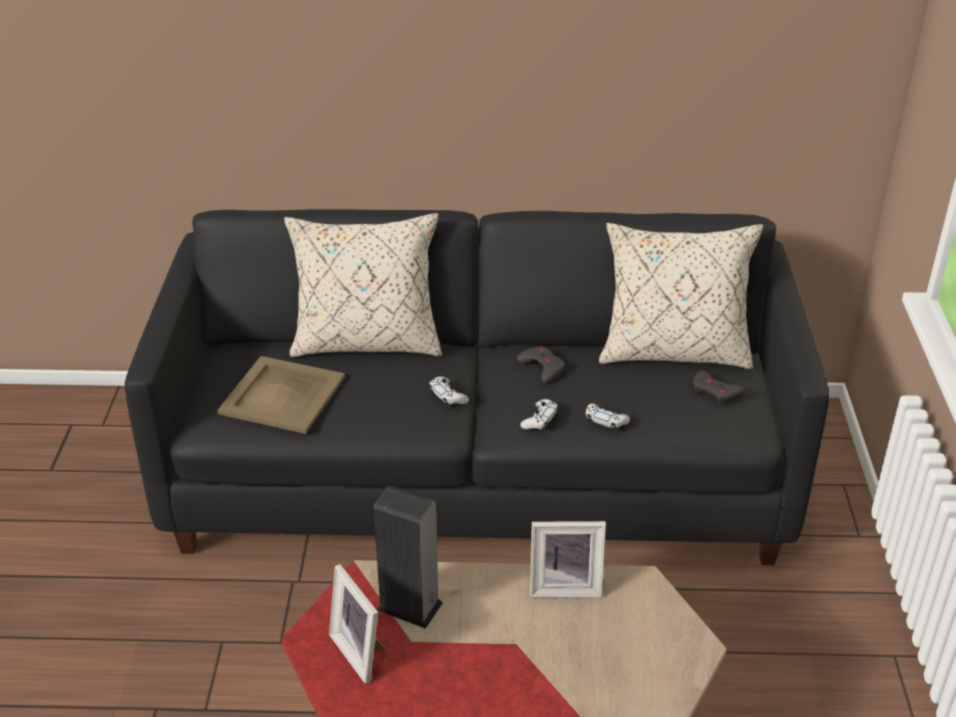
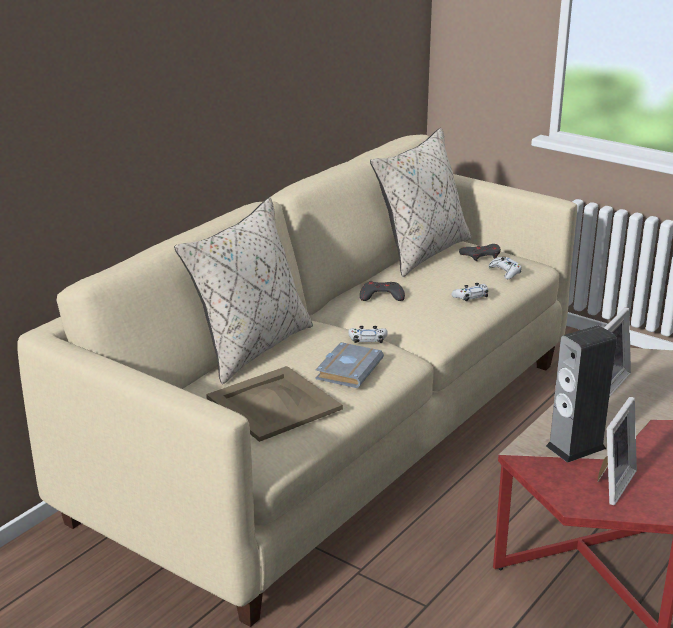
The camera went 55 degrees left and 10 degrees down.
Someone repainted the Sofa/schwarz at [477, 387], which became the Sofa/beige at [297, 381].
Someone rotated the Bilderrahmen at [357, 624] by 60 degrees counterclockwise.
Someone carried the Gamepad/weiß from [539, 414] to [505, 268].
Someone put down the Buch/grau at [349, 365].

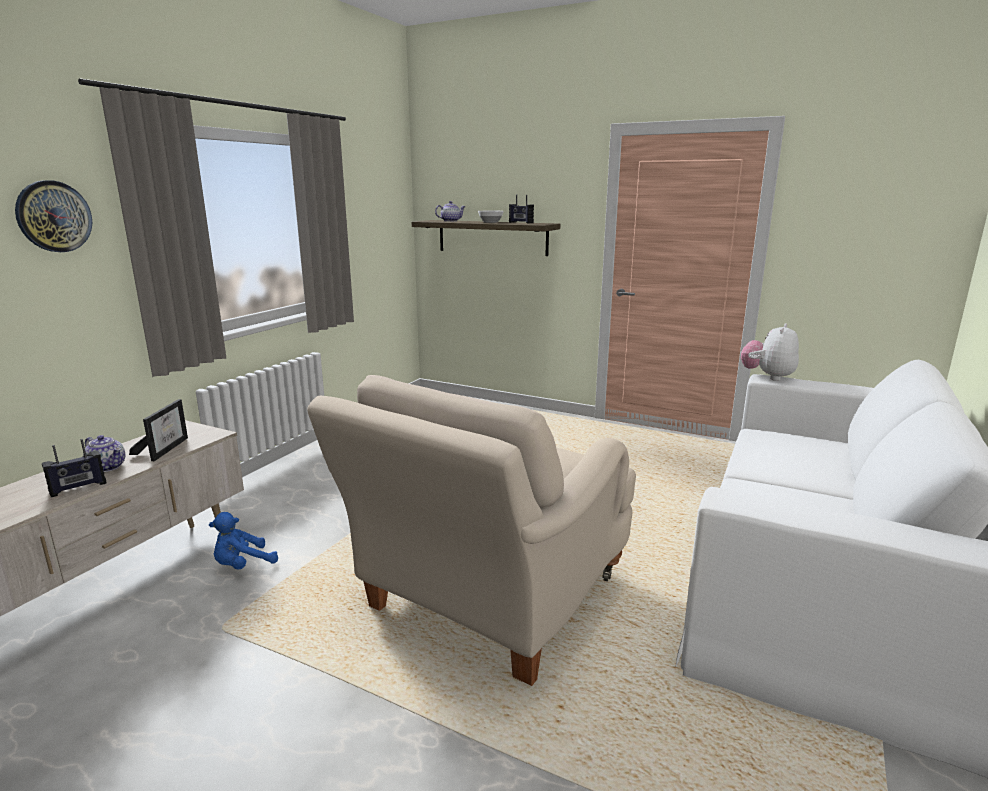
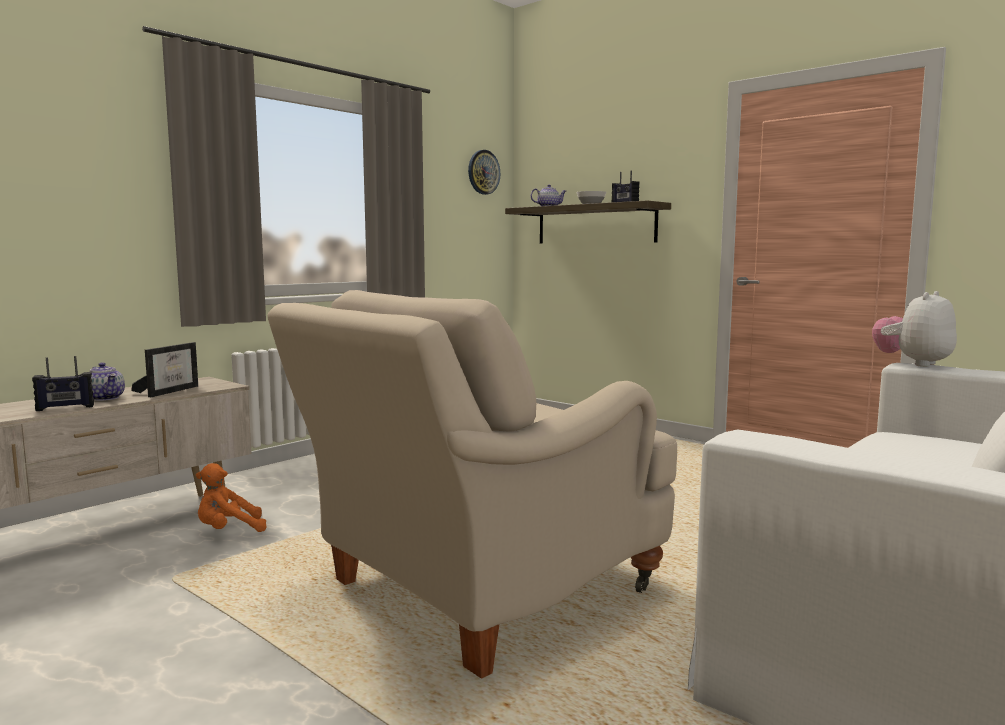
The camera went 15 degrees right and 10 degrees down.
Someone carried the Wanduhr from [53, 216] to [484, 172].
Someone repainted the Plüschtier/blau at [243, 541], which became the Plüschtier/orange at [231, 497].

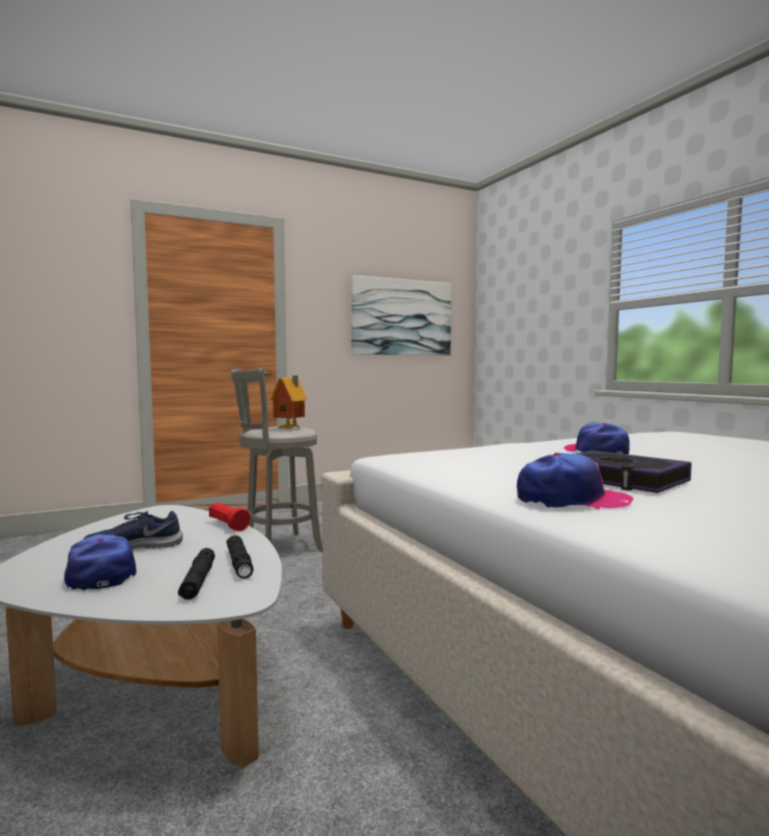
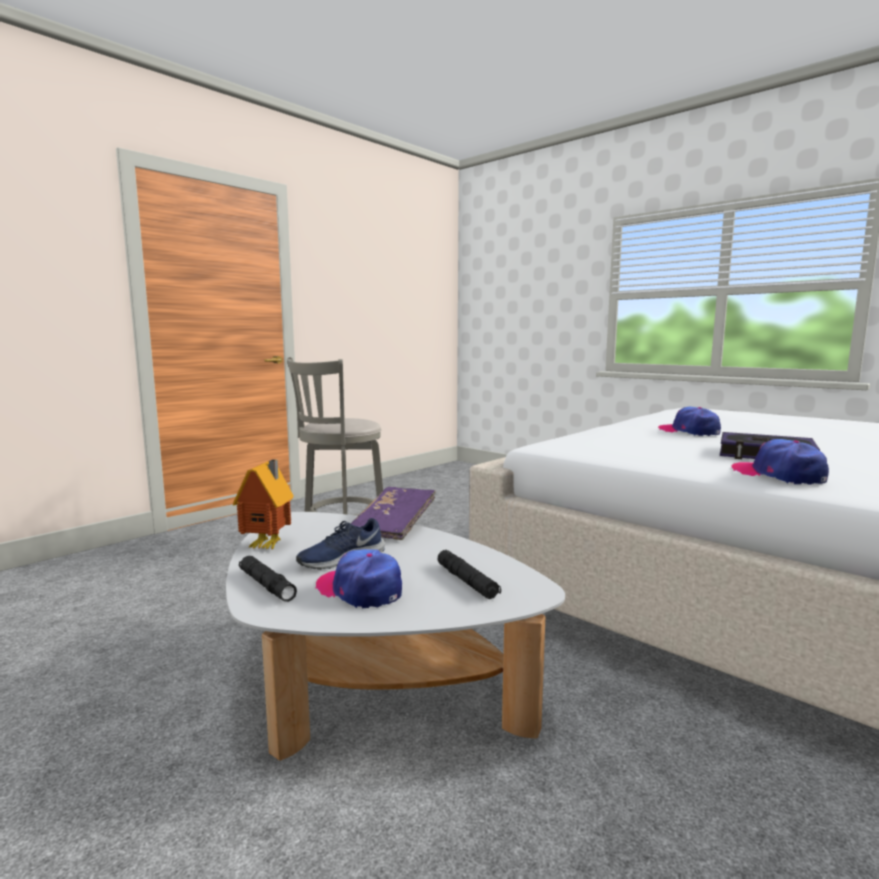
The camera went 20 degrees left and 5 degrees up.
Someone swapped the Taschenlampe/rot at [230, 517] for the Buch/lila at [393, 513].
Someone carried the Taschenlampe/schwarz from [240, 557] to [268, 579].
Someone carried the Spielzeughaus from [289, 402] to [263, 504].
Someone took away the Bild at [401, 315].
Someone rotated the Kappe at [575, 481] by 105 degrees counterclockwise.

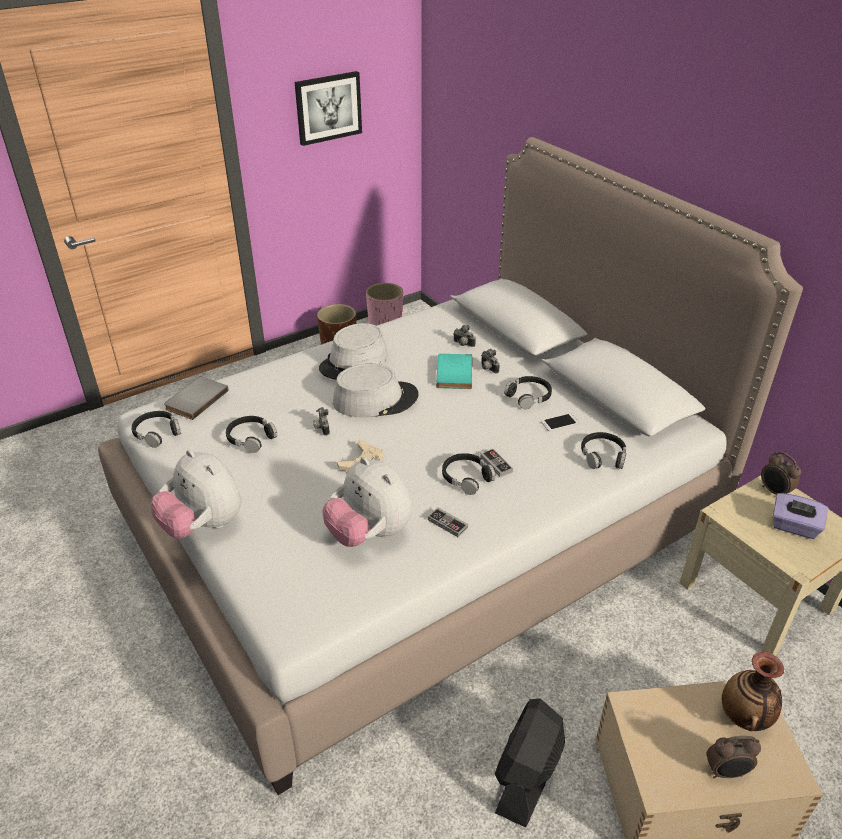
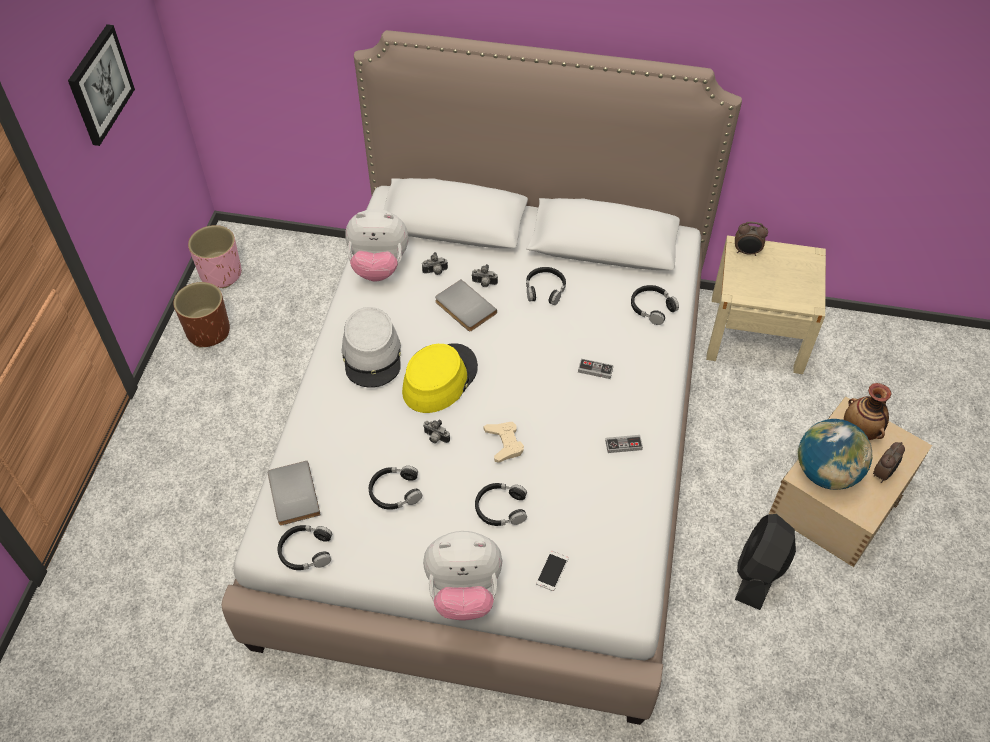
The camera went 45 degrees left and 15 degrees up.
Someone carried the Plüschtier from [367, 502] to [376, 245].
Someone repainted the Hut/grau at [376, 390], which became the Hut/gelb at [440, 378].
Someone repainted the Buch/türkis at [454, 371], which became the Buch/grau at [466, 305].
Someone carried the Kopfhörer/schwarz from [469, 474] to [501, 504].
Someone rotated the Ventilator/schwarz at [530, 763] by 45 degrees clockwise.
Someone carried the Handy from [560, 422] to [552, 571].
Someone took away the Taschentuchbox/lila at [801, 516].
Someone put down the Globus at [835, 454].

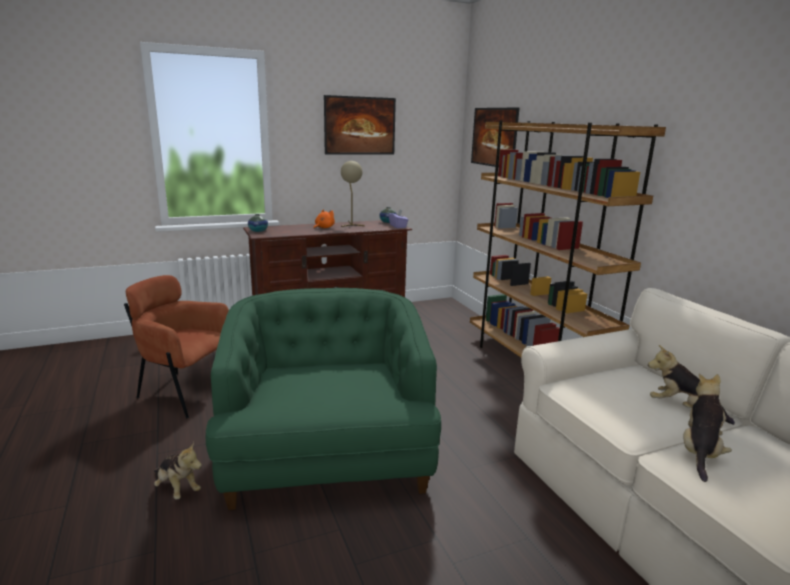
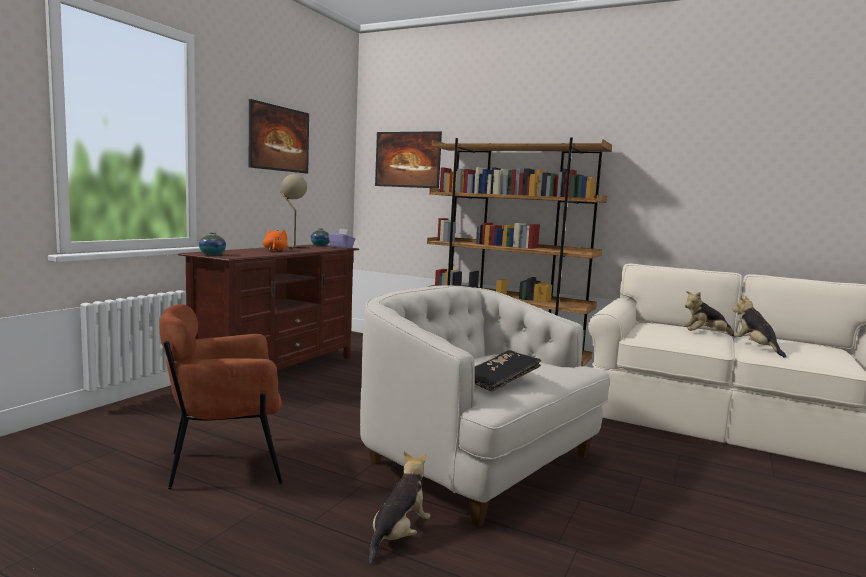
The camera went 40 degrees left and 10 degrees down.
Someone rotated the Plüschtier at [178, 470] by 60 degrees counterclockwise.
Someone repainted the Sessel/grün at [323, 399], which became the Sessel/weiß at [485, 406].
Someone put down the Buch/schwarz at [508, 371].

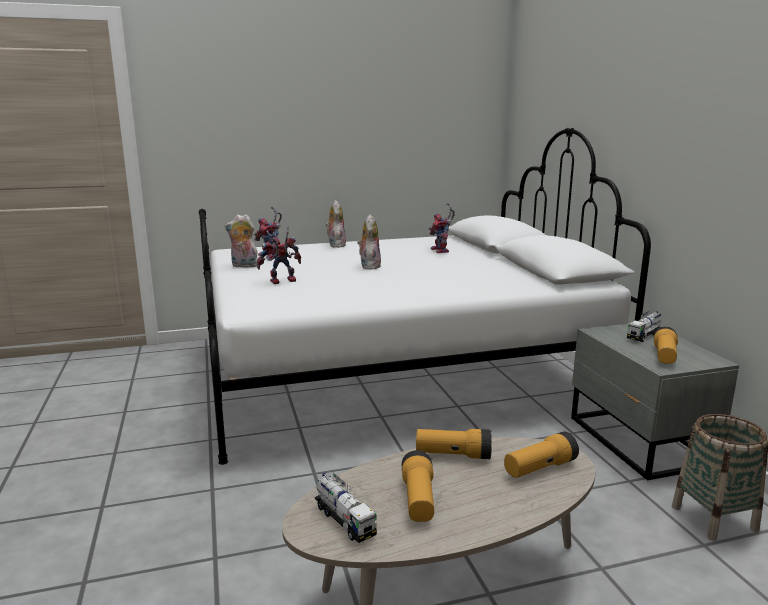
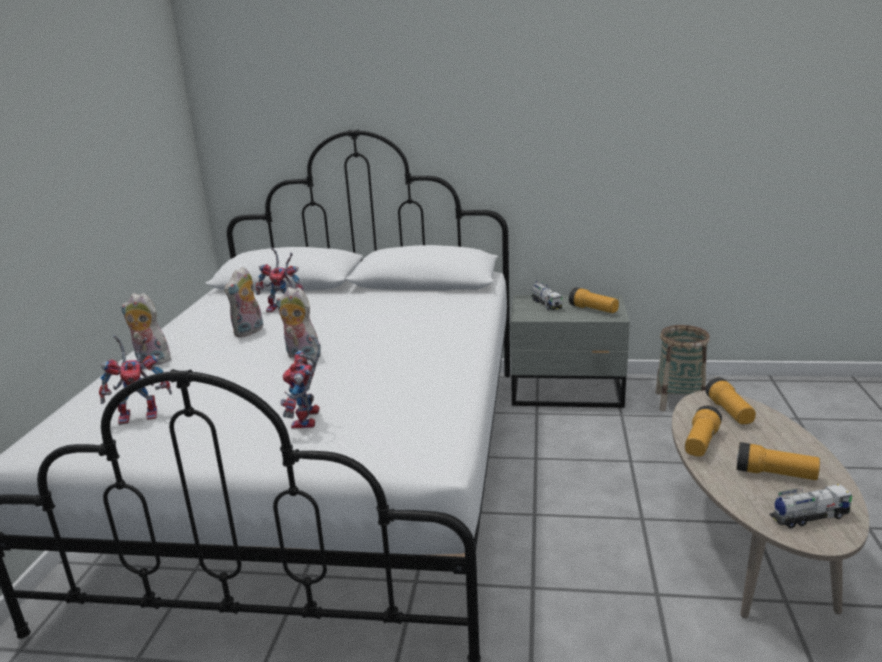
The camera went 65 degrees left and 5 degrees up.
Someone carried the Plüschtier from [241, 241] to [243, 301].

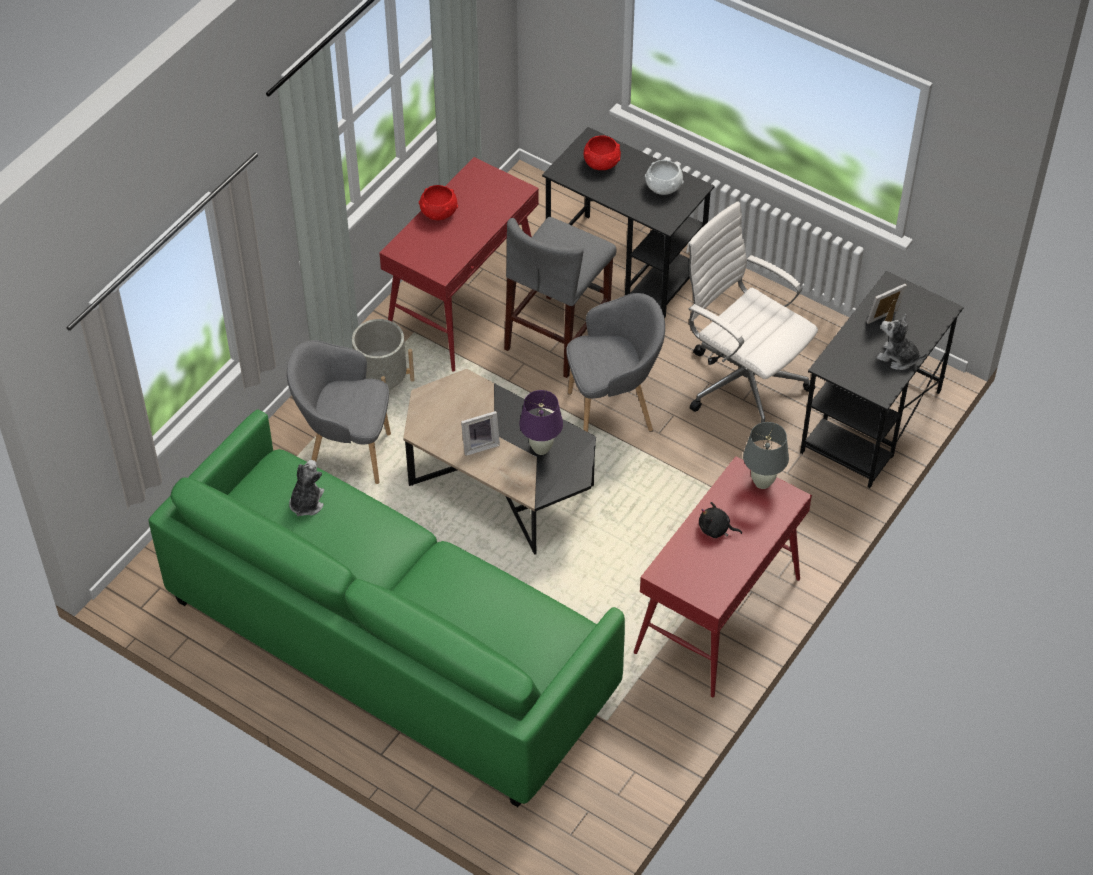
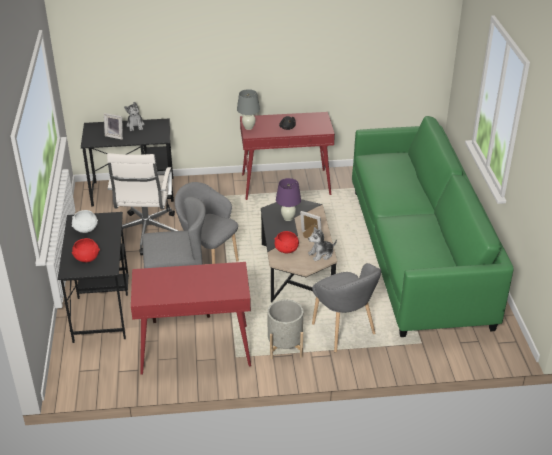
The camera went 130 degrees left and 15 degrees down.
Someone carried the Plüschtier from [306, 488] to [322, 244].
Someone carried the Schüssel/rot from [438, 202] to [286, 242].

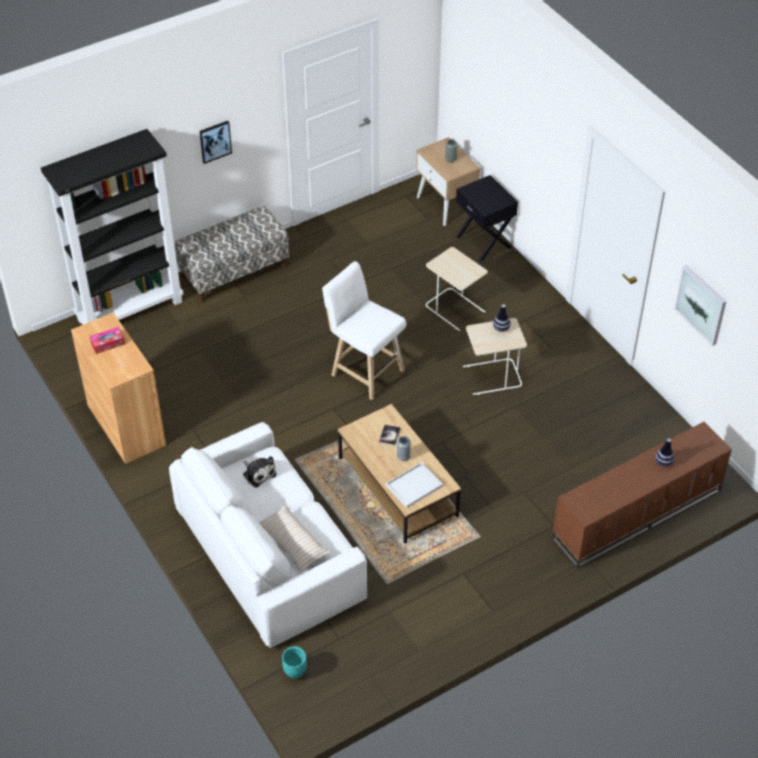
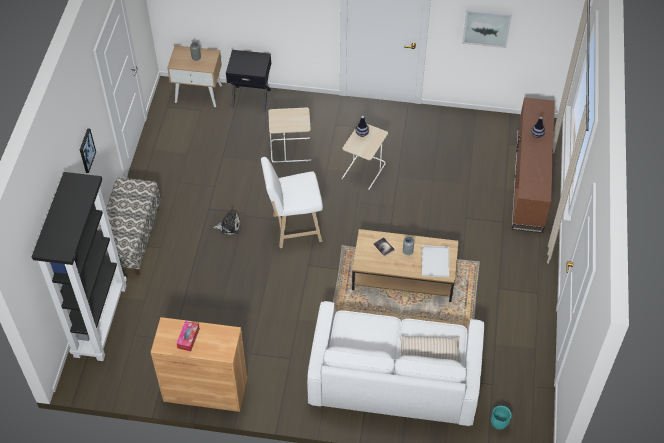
The camera went 50 degrees left and 5 degrees up.
Someone carried the Plüschtier from [259, 472] to [226, 222].

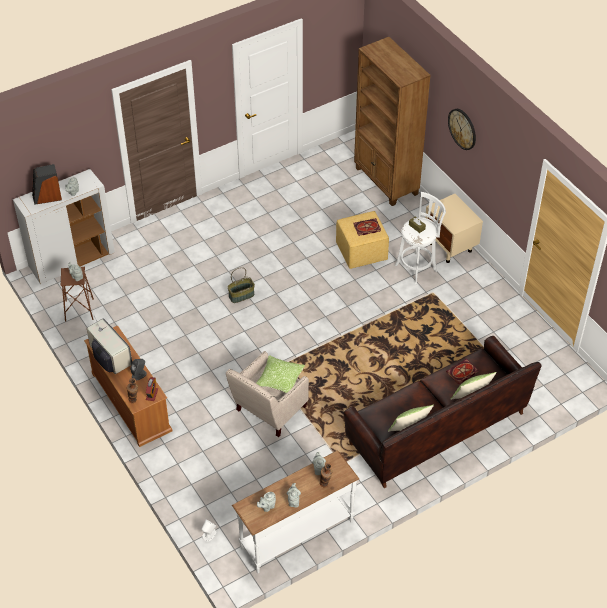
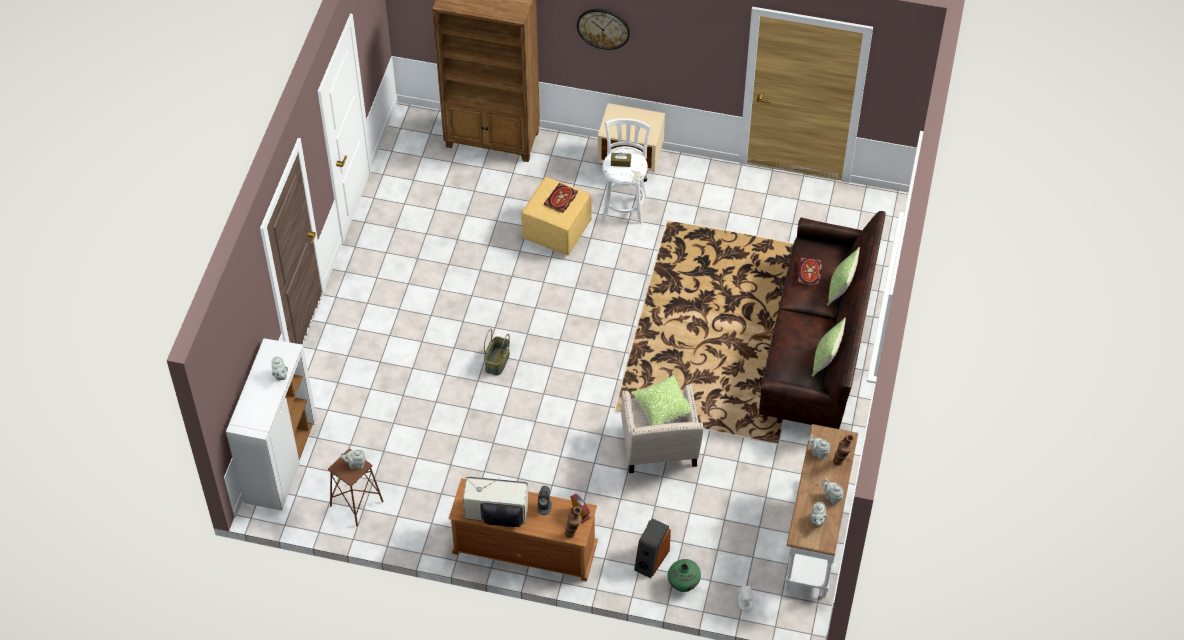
The camera went 45 degrees left and 5 degrees up.
Someone carried the Lautsprecher from [47, 184] to [652, 548].
Someone put down the Vase/grün at [684, 575].

